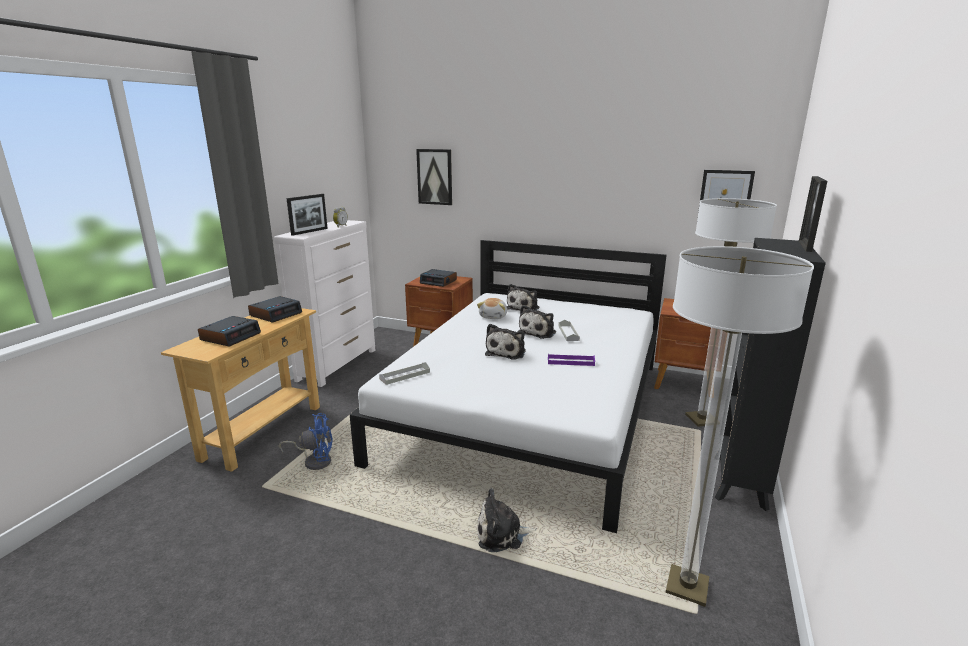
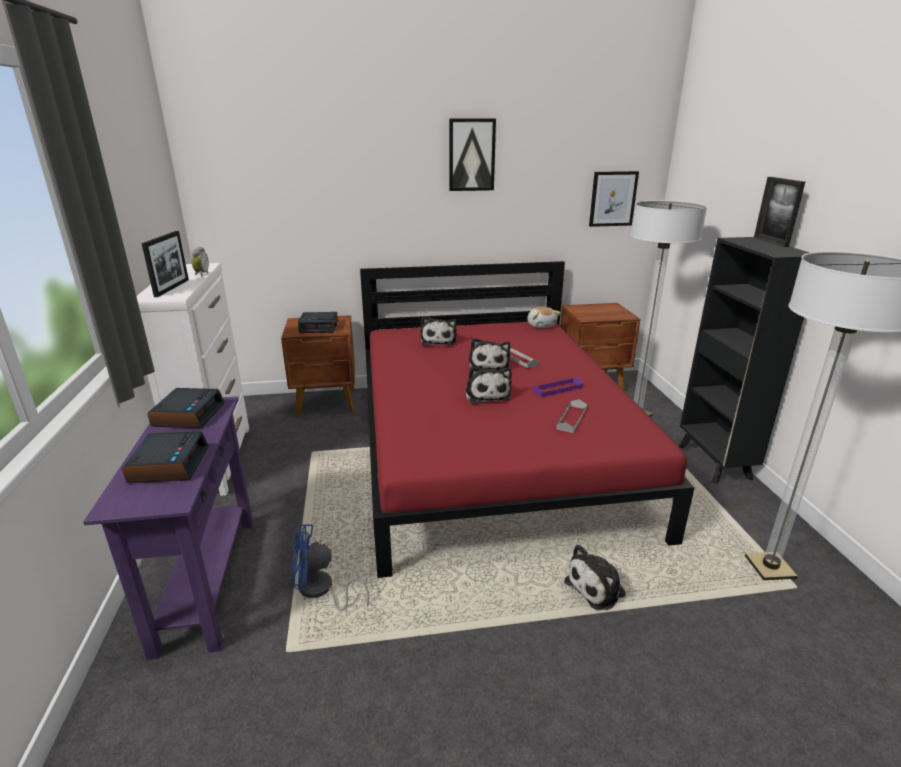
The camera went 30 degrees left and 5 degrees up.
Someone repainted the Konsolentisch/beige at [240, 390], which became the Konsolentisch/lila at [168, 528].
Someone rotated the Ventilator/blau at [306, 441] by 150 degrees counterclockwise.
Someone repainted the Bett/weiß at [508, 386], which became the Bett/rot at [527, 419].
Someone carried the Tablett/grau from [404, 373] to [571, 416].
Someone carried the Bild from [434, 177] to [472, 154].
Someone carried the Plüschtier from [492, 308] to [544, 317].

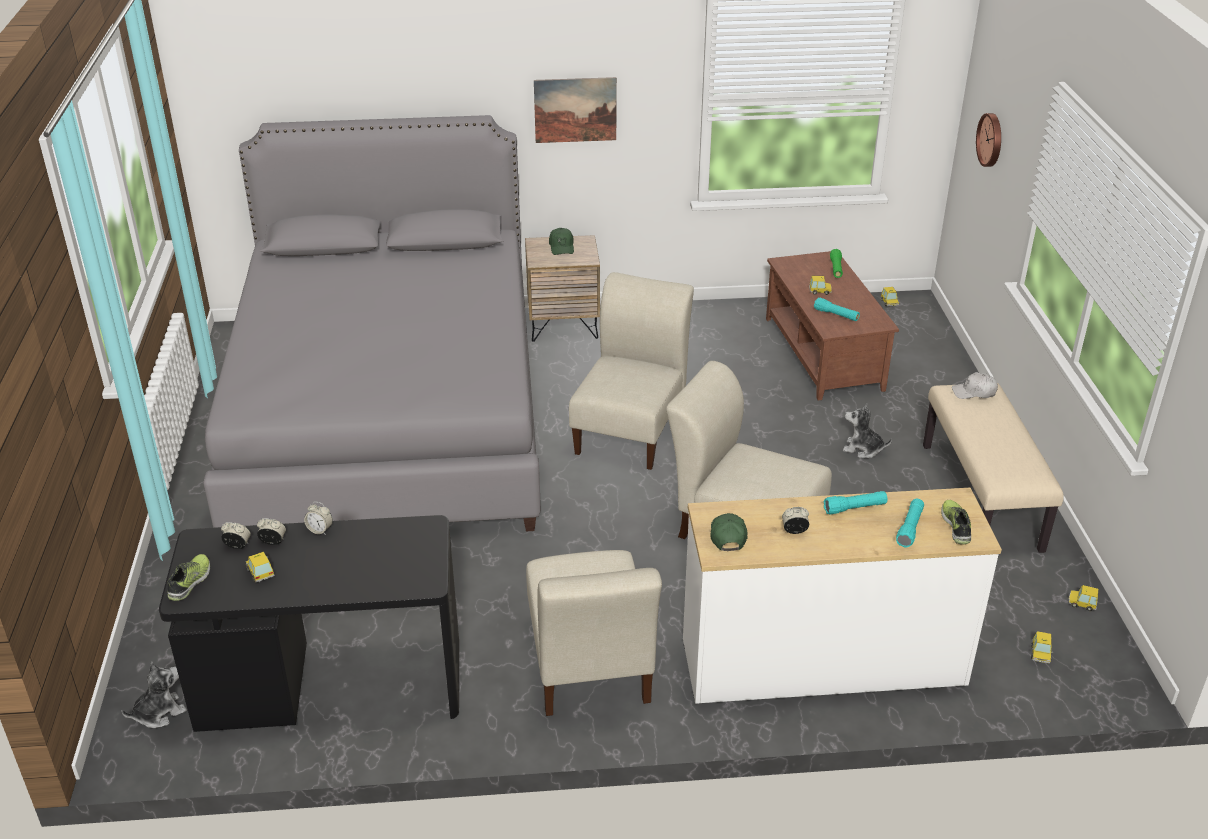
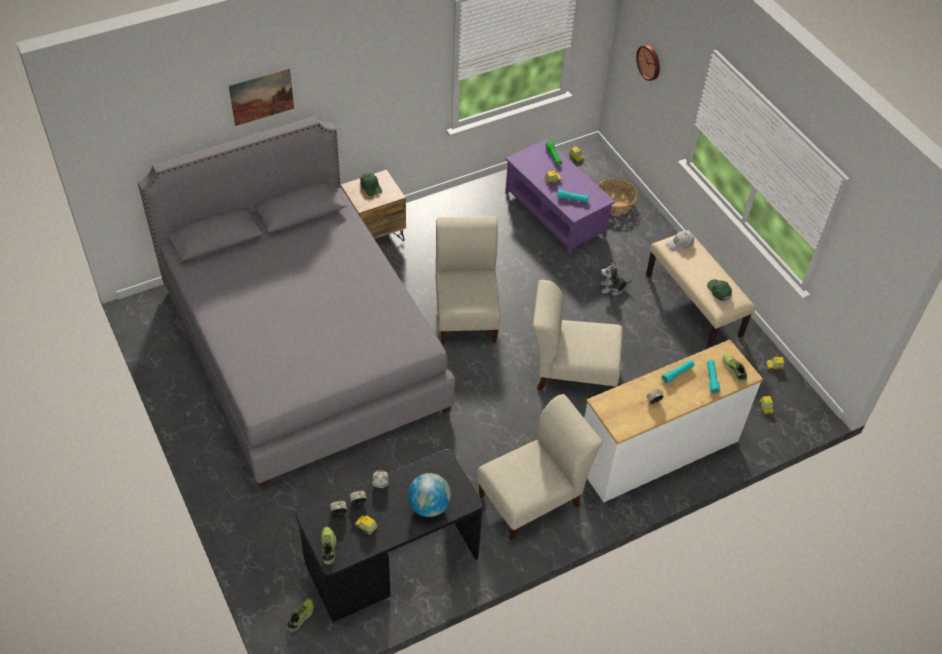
The camera went 25 degrees left and 15 degrees up.
Someone swapped the Plüschtier at [154, 695] for the Schuh at [300, 615].
Someone rotated the Stuhl/beige at [594, 633] by 90 degrees counterclockwise.
Someone carried the Bild from [575, 110] to [261, 97].
Someone carried the Kappe/grün from [729, 532] to [719, 290].
Someone repainted the Couchtisch/braun at [832, 326], which became the Couchtisch/lila at [560, 197].
Someone put down the Globus at [429, 495].
Someone put down the Korb at [617, 196].

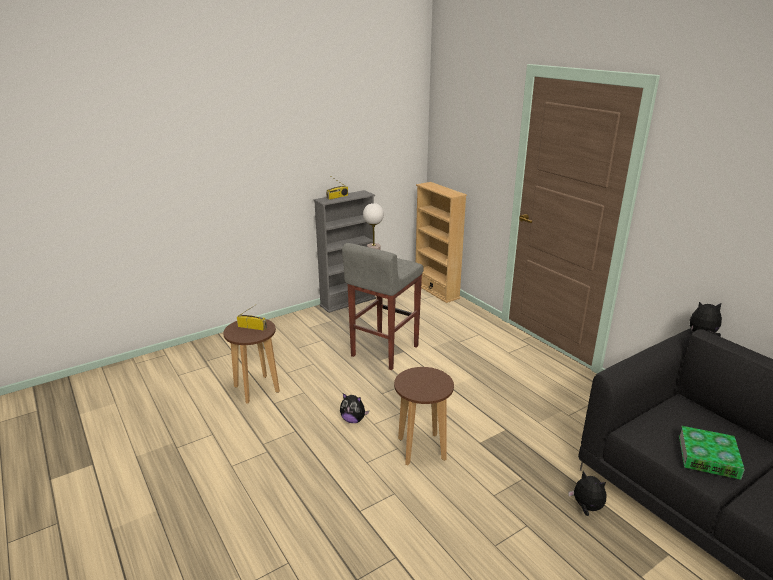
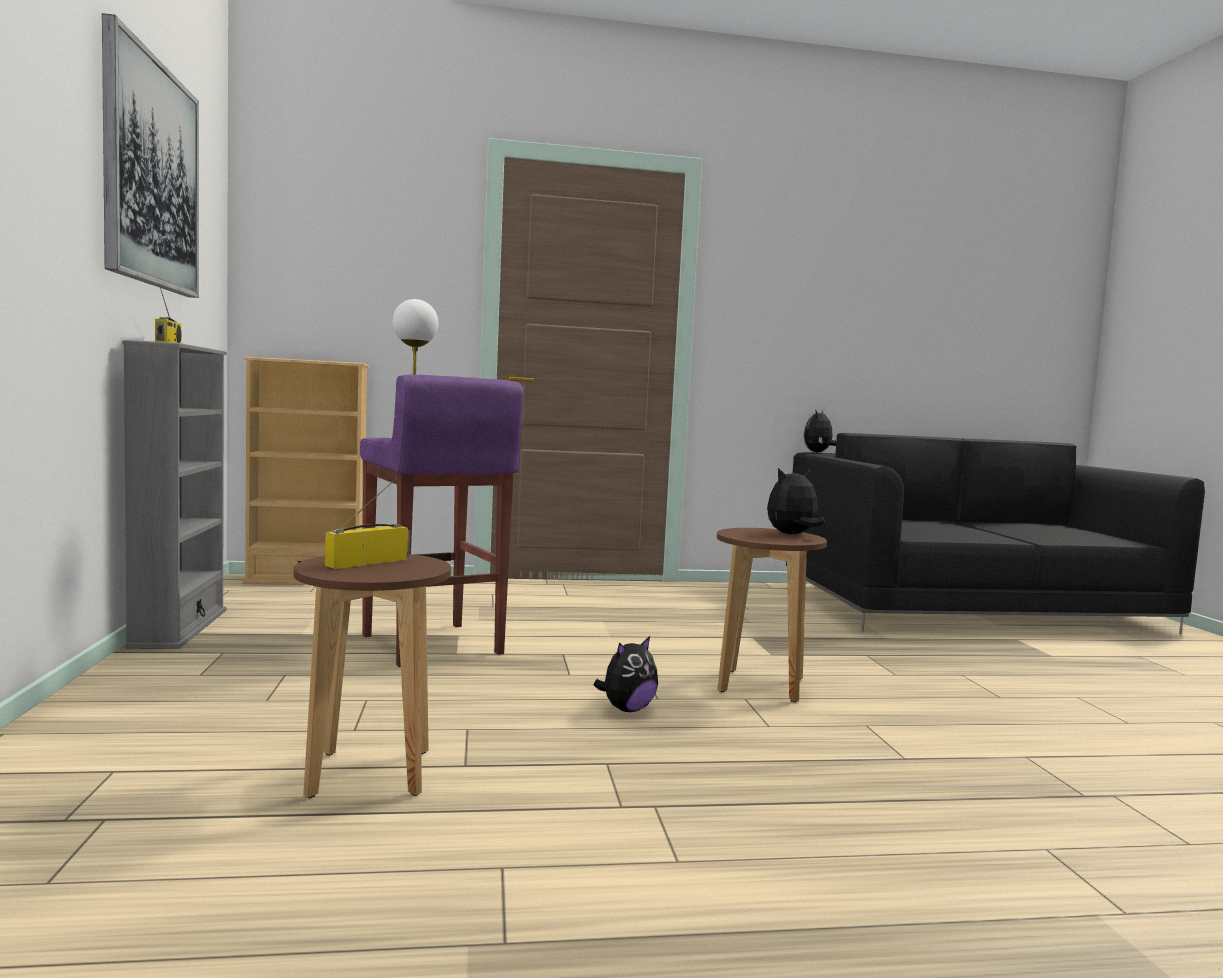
The camera went 65 degrees left and 20 degrees down.
Someone repainted the Hocker/grau at [383, 306], which became the Hocker/lila at [442, 521].
Someone carried the Plüschtier from [587, 493] to [796, 501].
Someone took away the Buch at [711, 453].
Someone put up the Bild at [150, 155].

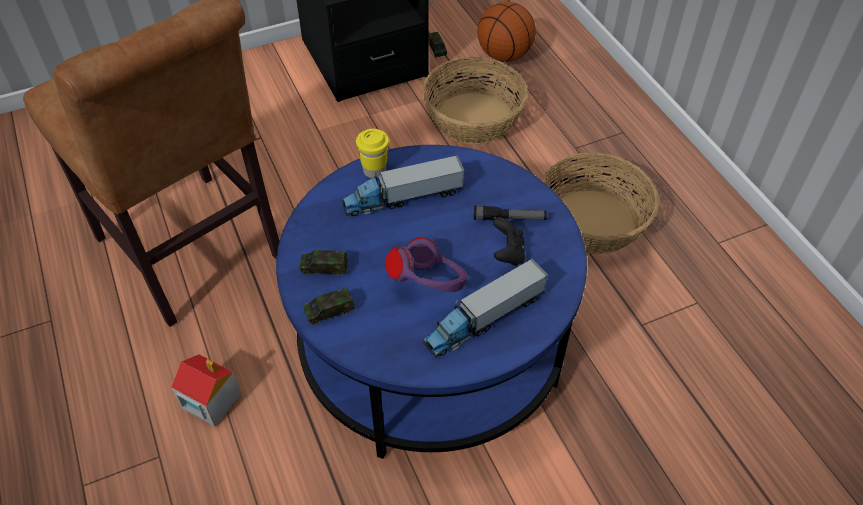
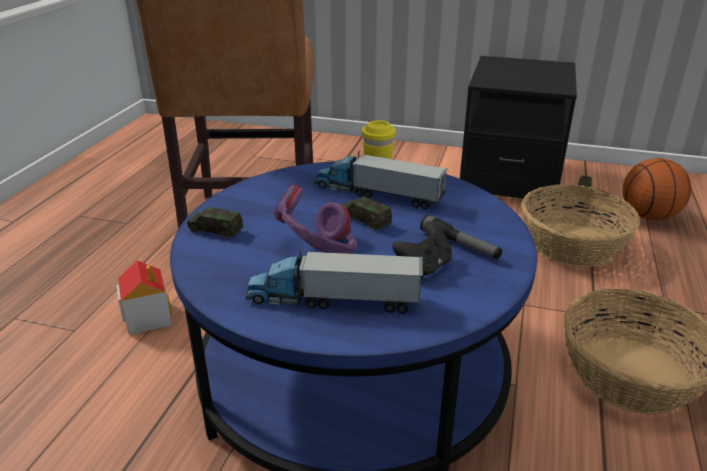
The camera went 40 degrees right and 20 degrees down.
Someone carried the Spielzeugauto from [324, 262] to [367, 213].

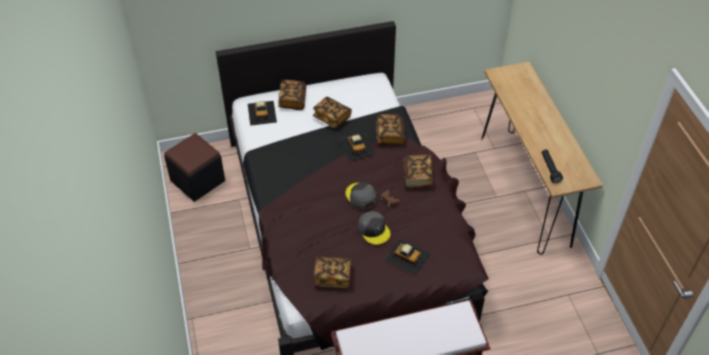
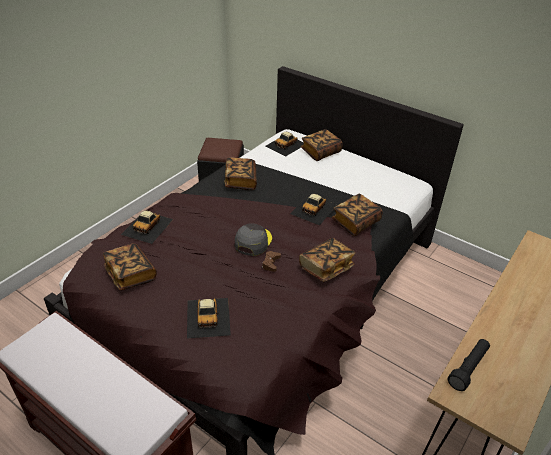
The camera went 50 degrees right and 10 degrees down.
Someone carried the Buch from [332, 112] to [240, 173].
Someone took away the Kappe/grau at [374, 228].
Someone put down the Spielzeugauto at [147, 227].

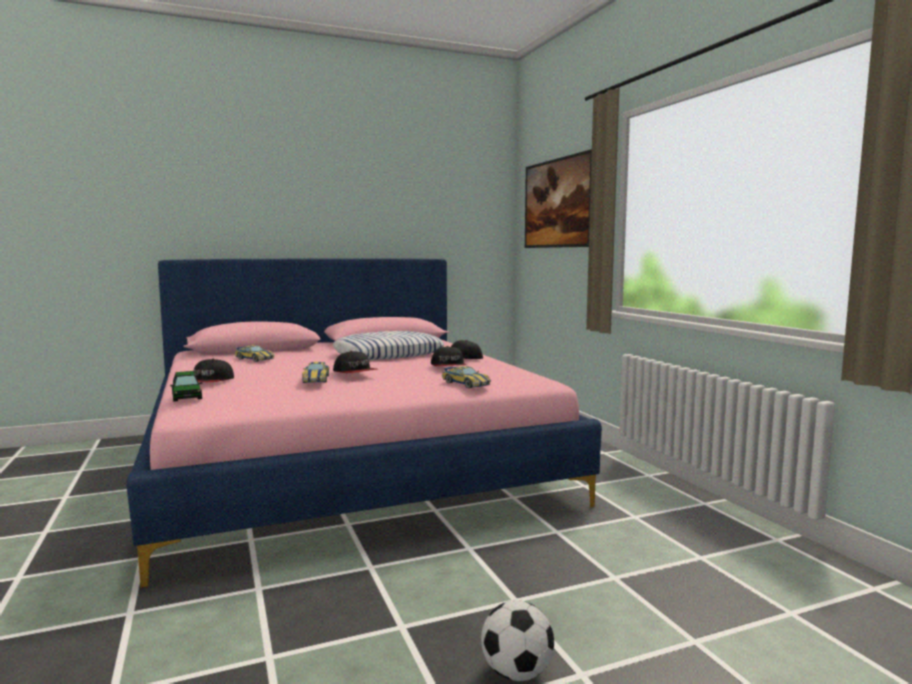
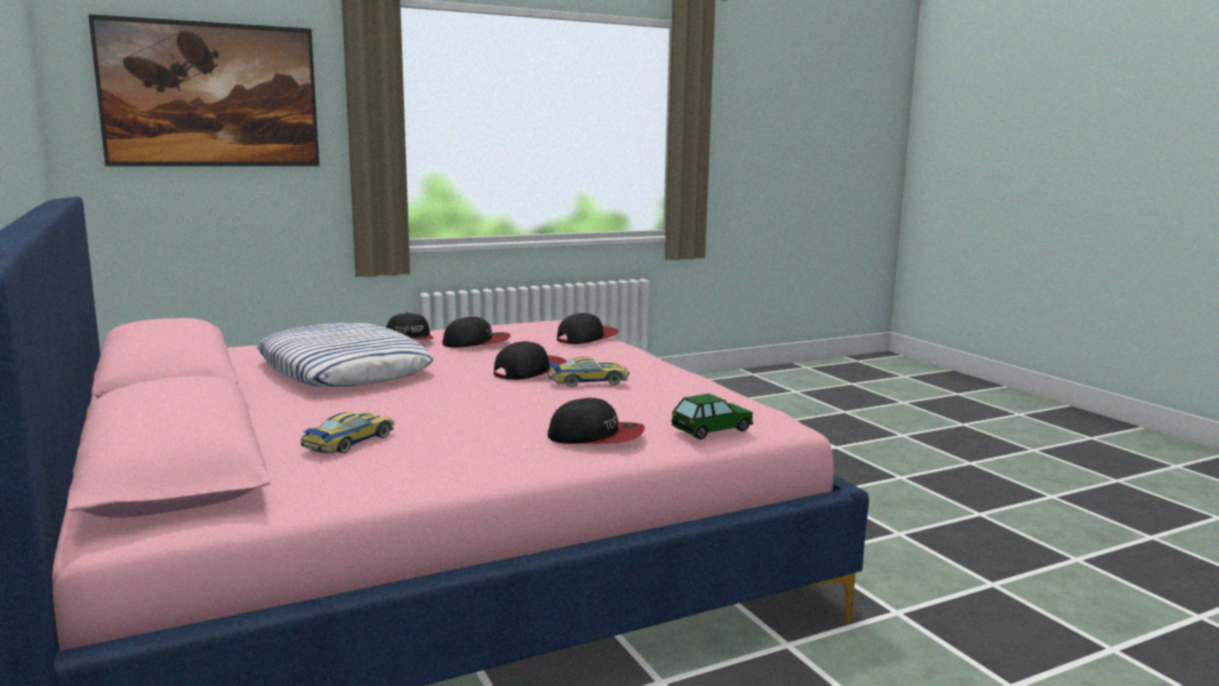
The camera went 95 degrees left and 5 degrees up.
Someone swapped the Spielzeugauto at [466, 377] for the Kappe at [588, 328].
Someone took away the Fußball at [517, 640].

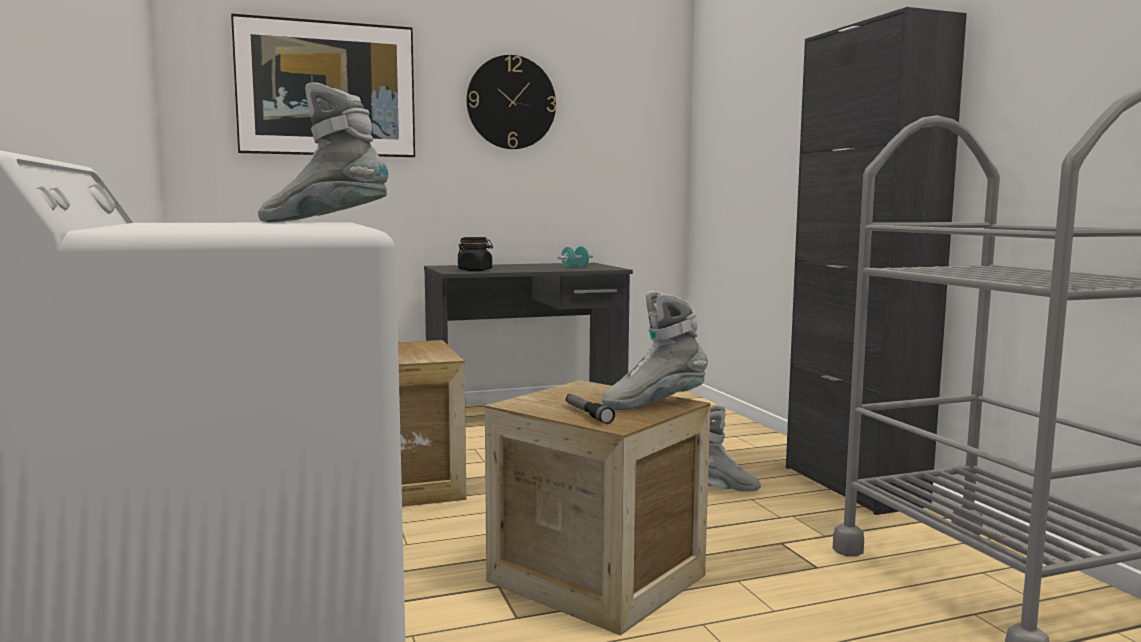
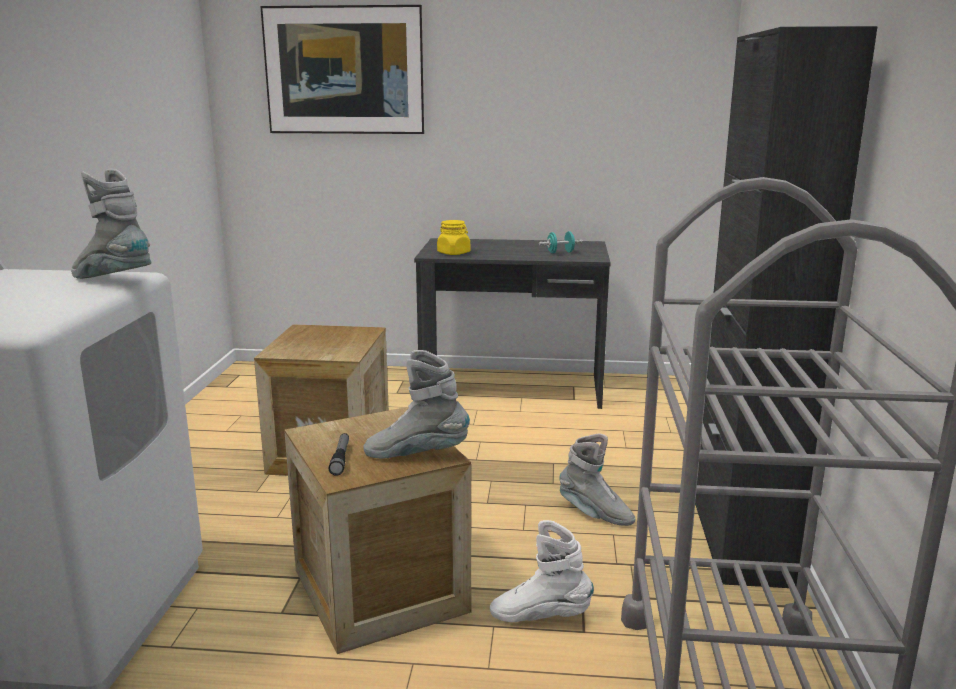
The camera went 25 degrees right and 10 degrees up.
Someone repainted the Vorratsglas/schwarz at [475, 254], which became the Vorratsglas/gelb at [453, 237].
Someone took away the Wanduhr at [511, 102].
Someone put down the Stiefel/weiß at [542, 571].

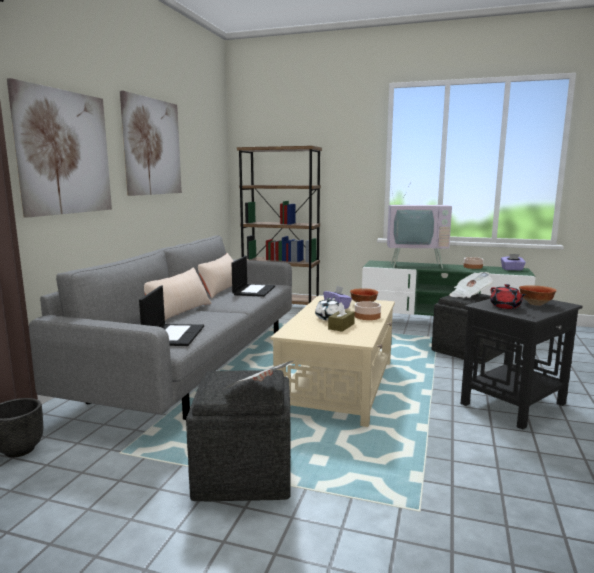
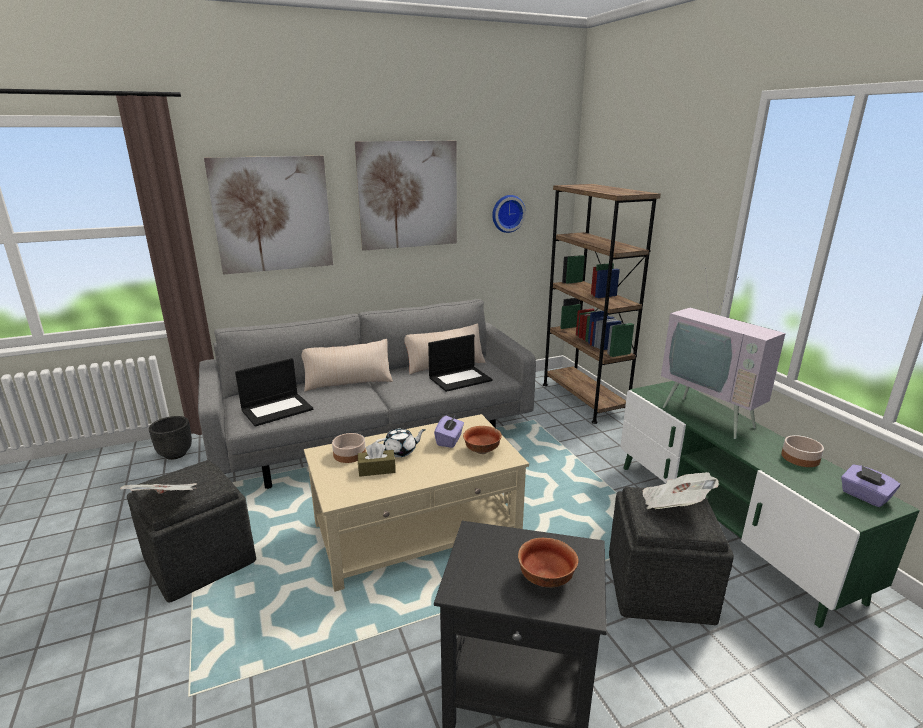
The camera went 50 degrees right and 10 degrees up.
Someone carried the Schüssel from [368, 310] to [349, 448].
Someone took away the Teekanne/rot at [508, 296].
Someone put up the Wanduhr at [509, 214].

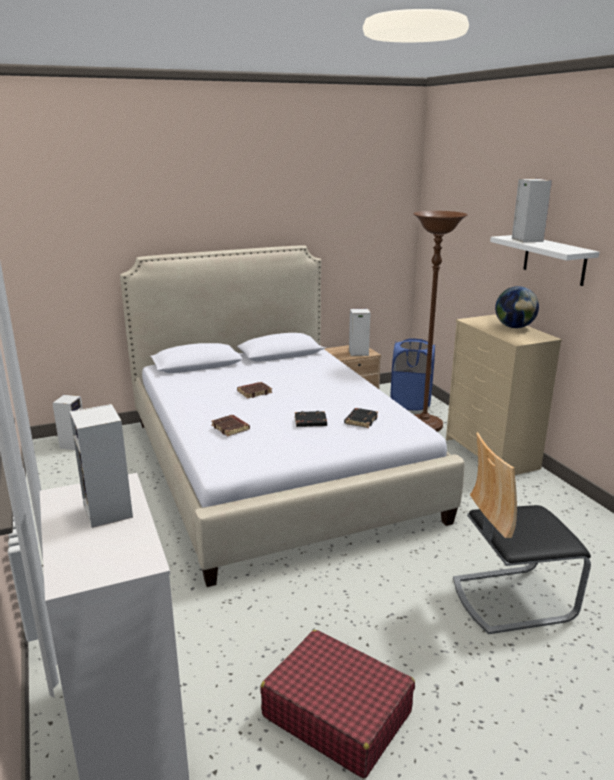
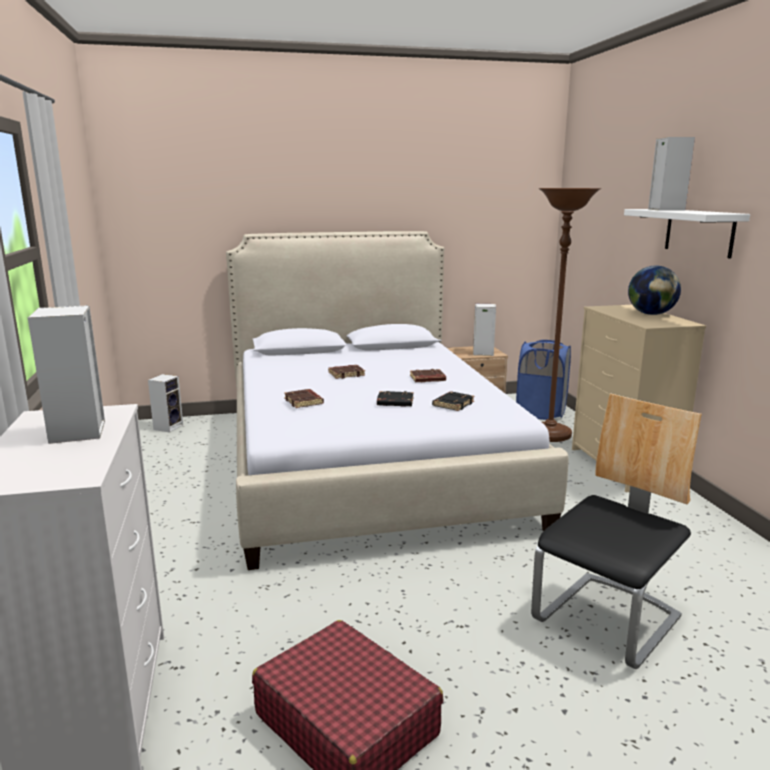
The camera went 10 degrees right and 5 degrees down.
Someone rotated the Stuhl at [522, 533] by 135 degrees clockwise.
Someone put down the Buch/braun at [428, 375].

